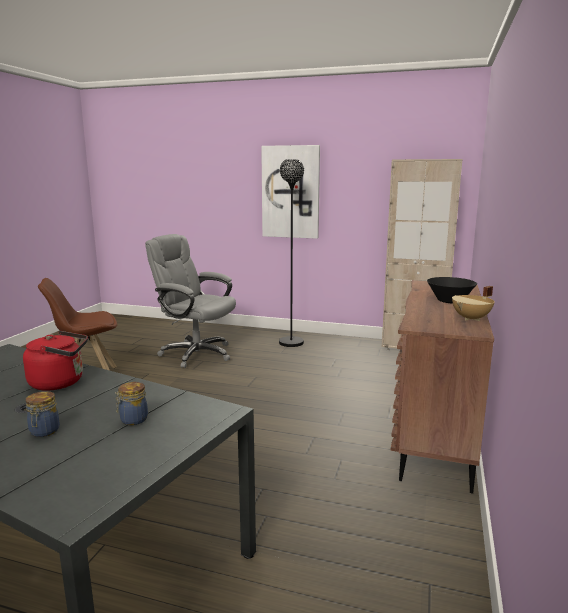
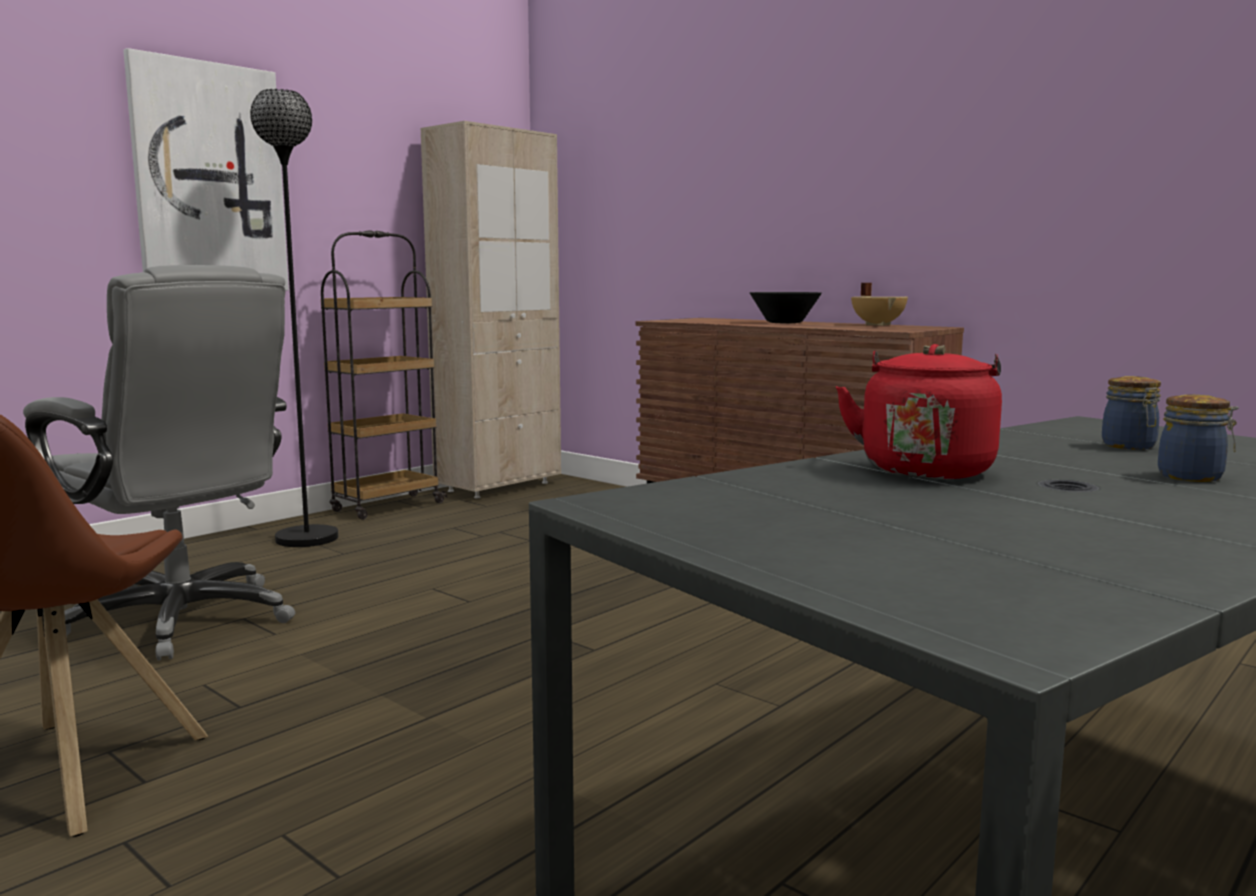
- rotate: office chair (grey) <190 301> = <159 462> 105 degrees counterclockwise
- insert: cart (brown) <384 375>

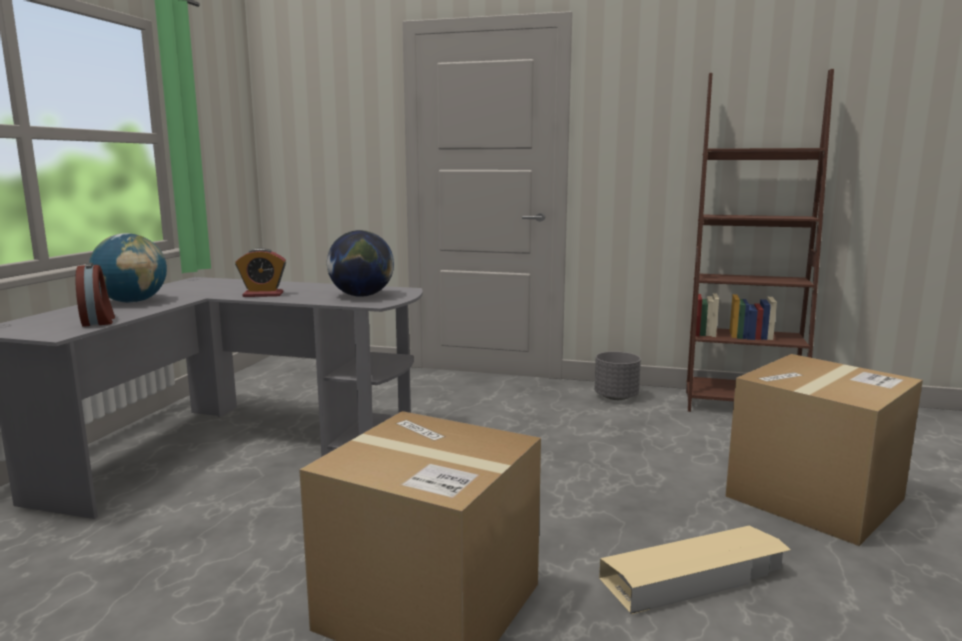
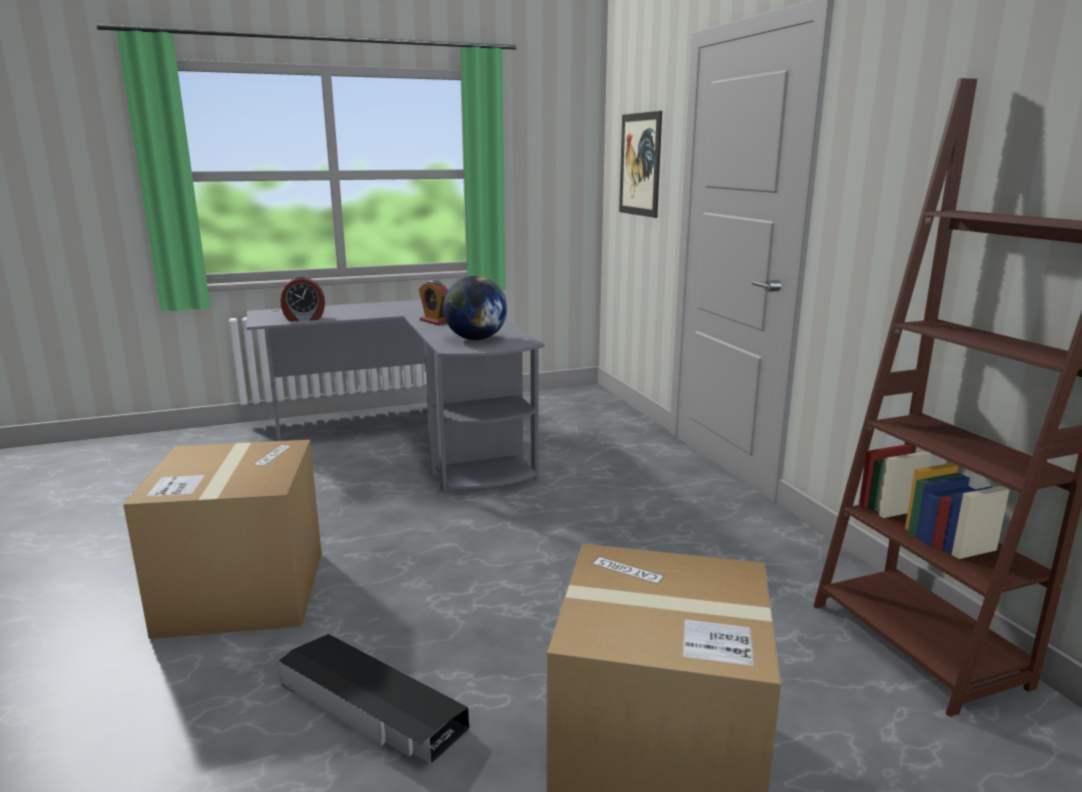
- rotate: alarm clock <95 294> = <302 298> 45 degrees clockwise
- delete: globe <128 268>
- delete: planter (grey) <617 375>
- recolor: storage box (beige) <695 570> to storage box (black) <373 699>
- insert: picture <640 164>

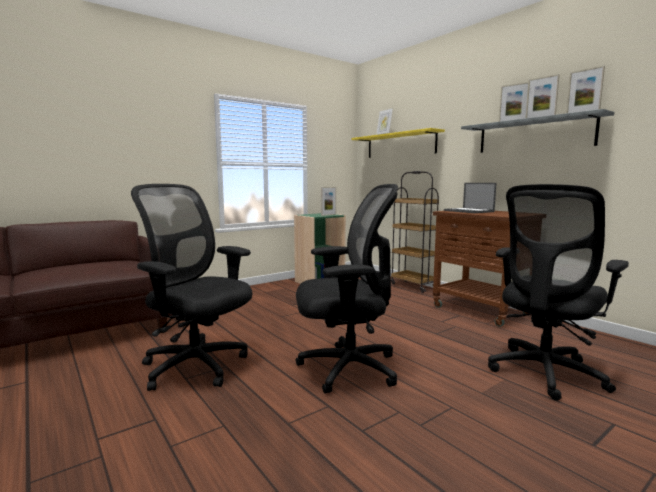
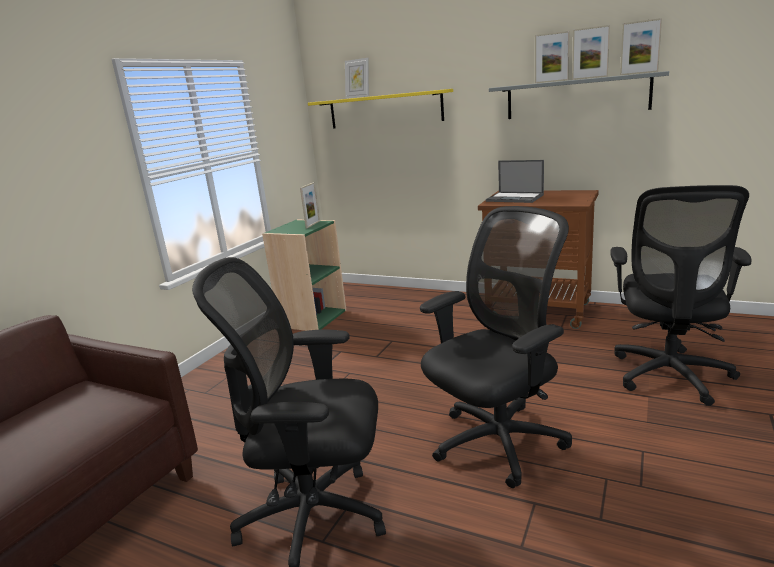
- delete: cart (brown) <415 232>

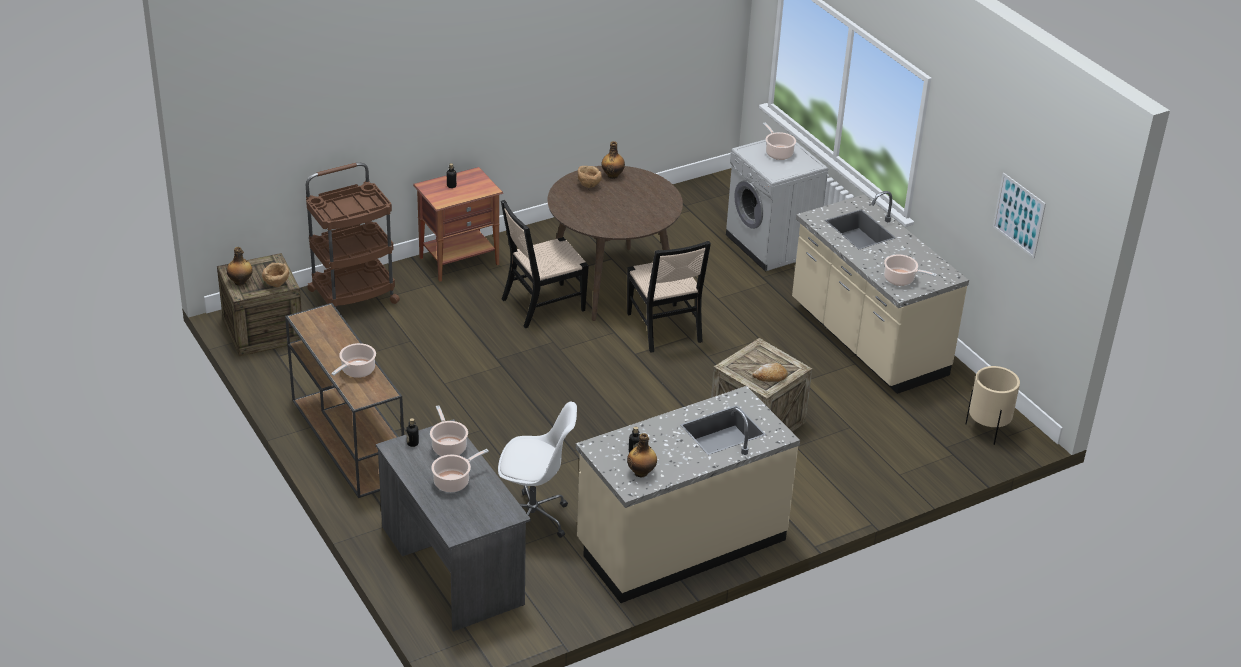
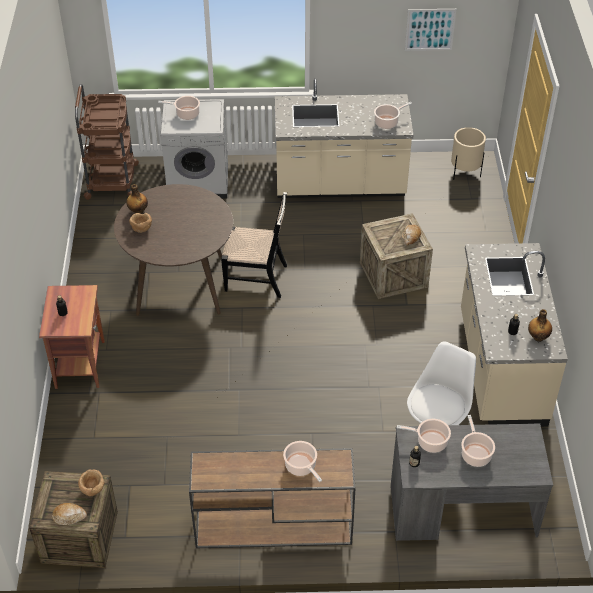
- replace: bottle <240 266> to bread <69 514>
- move: cart (brown) <353 235> to <107 142>
- delete: chair <545 264>

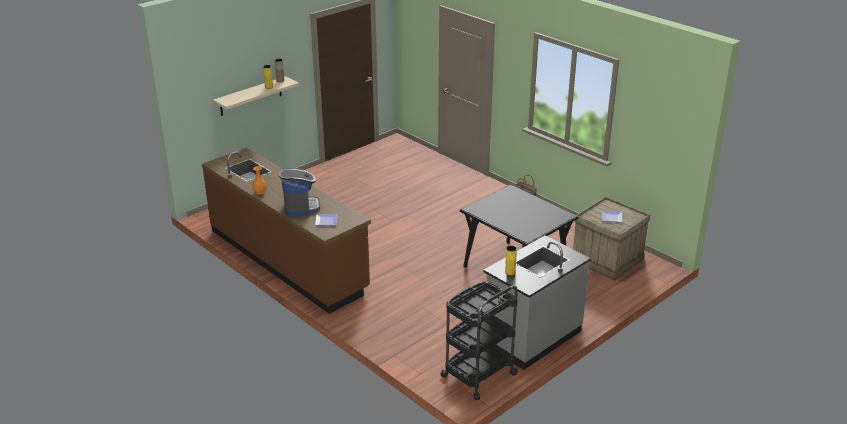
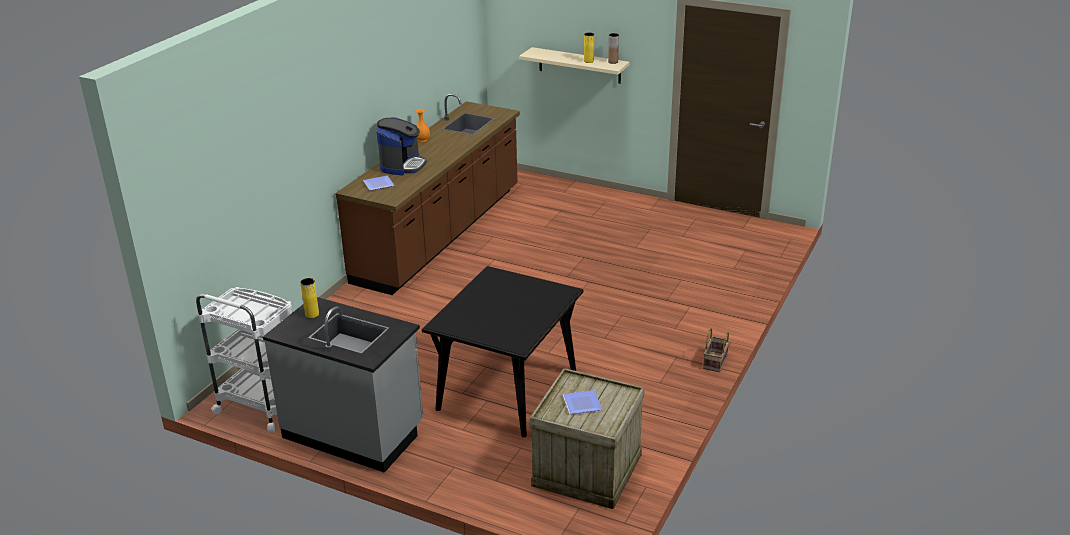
- rotate: coffee machine <299 192> = <401 146> 45 degrees counterclockwise
- recolor: cart (black) <479 340> to cart (white) <244 360>

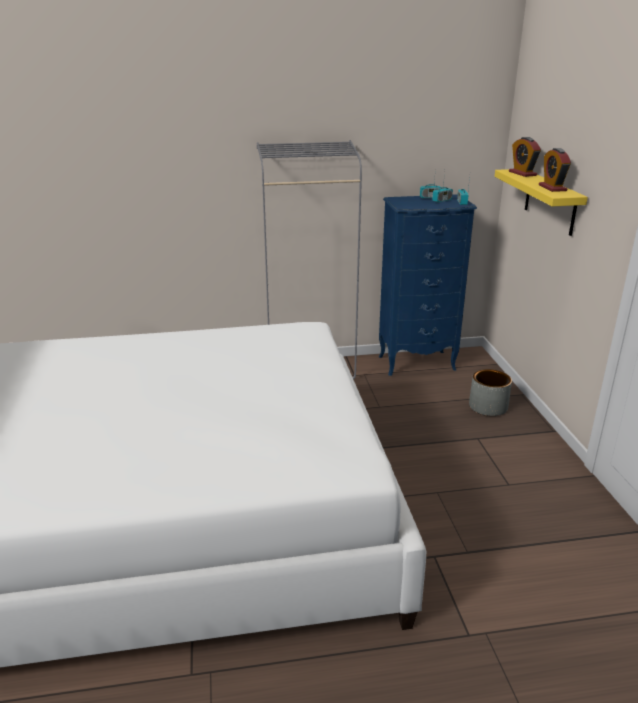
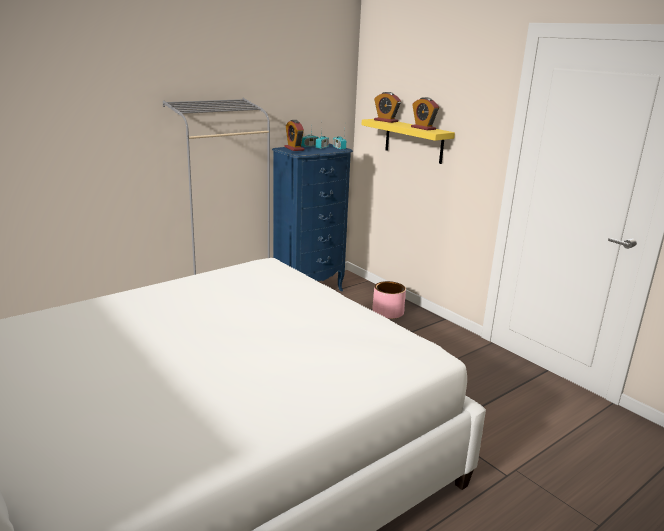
- recolor: planter (grey) <490 392> to planter (pink) <389 300>
- insert: alarm clock <294 135>

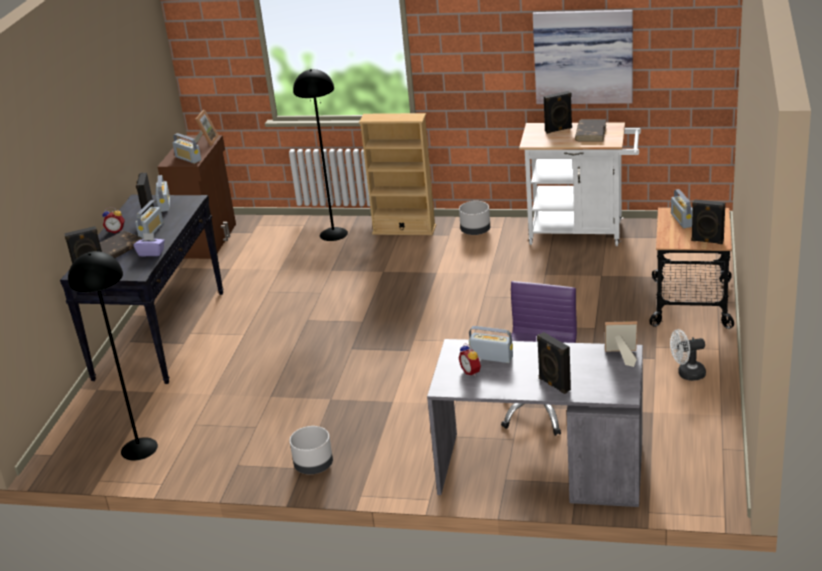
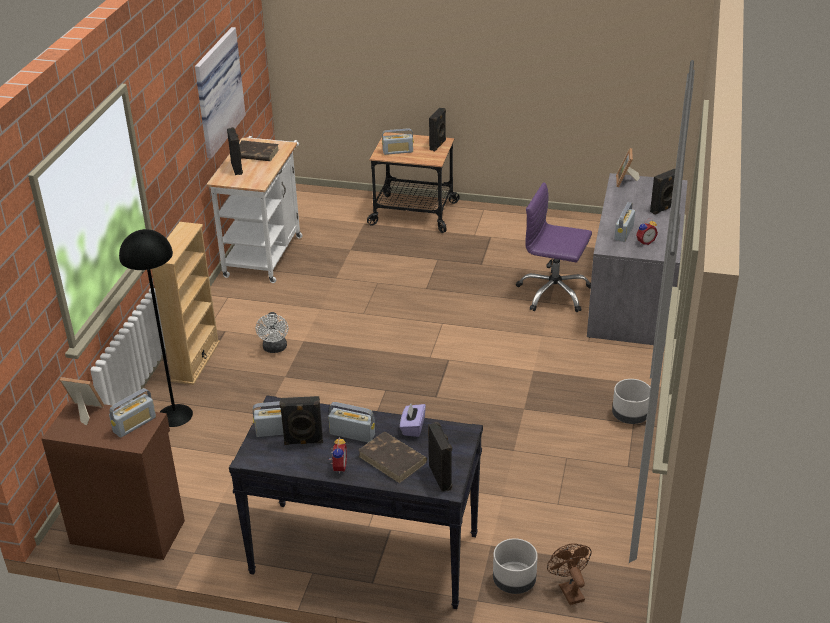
- delete: floor lamp (black) <113 355>
- move: planter (grey) <474 218> to <515 566>
- move: fan (white) <688 355> to <272 332>
- insert: fan (brown) <569 574>

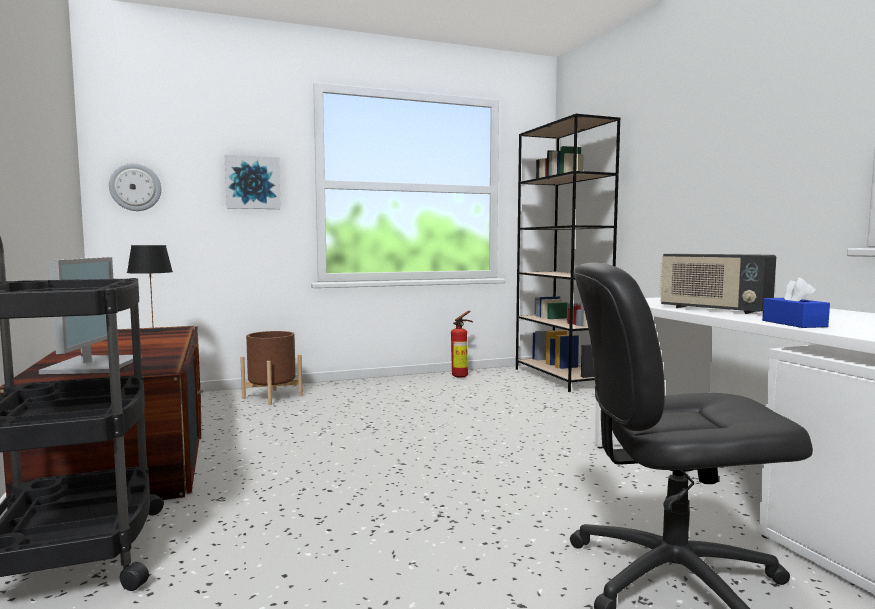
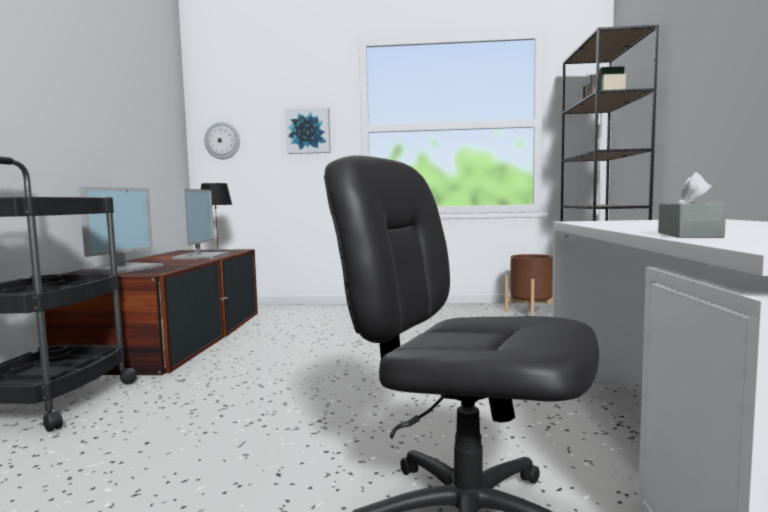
- move: planter (brown) <271 368> to <529 285>
- delete: fire extinguisher <462 344>
- delete: radio <717 283>
- recolor: tissue box (blue) <796 303> to tissue box (grey) <692 205>
- insert: monitor <201 223>

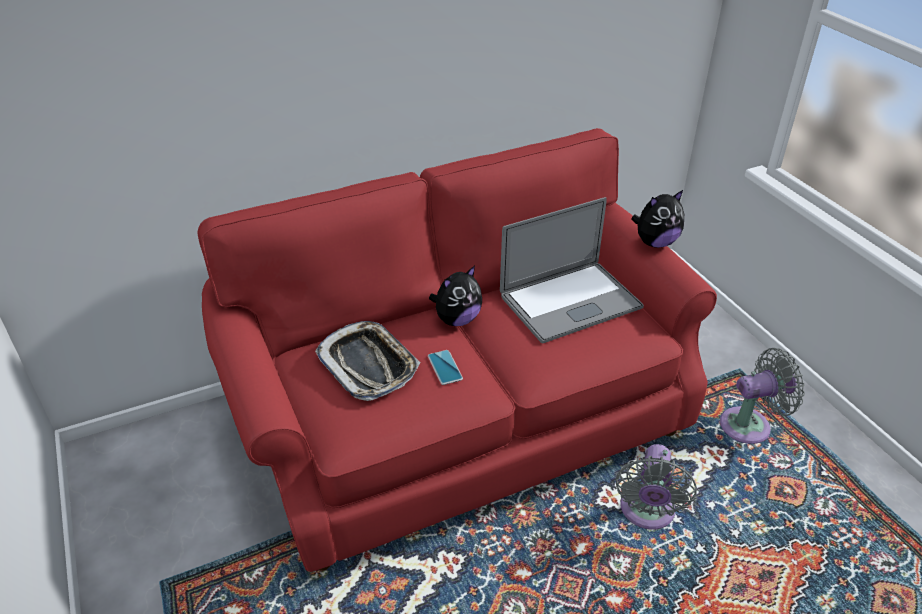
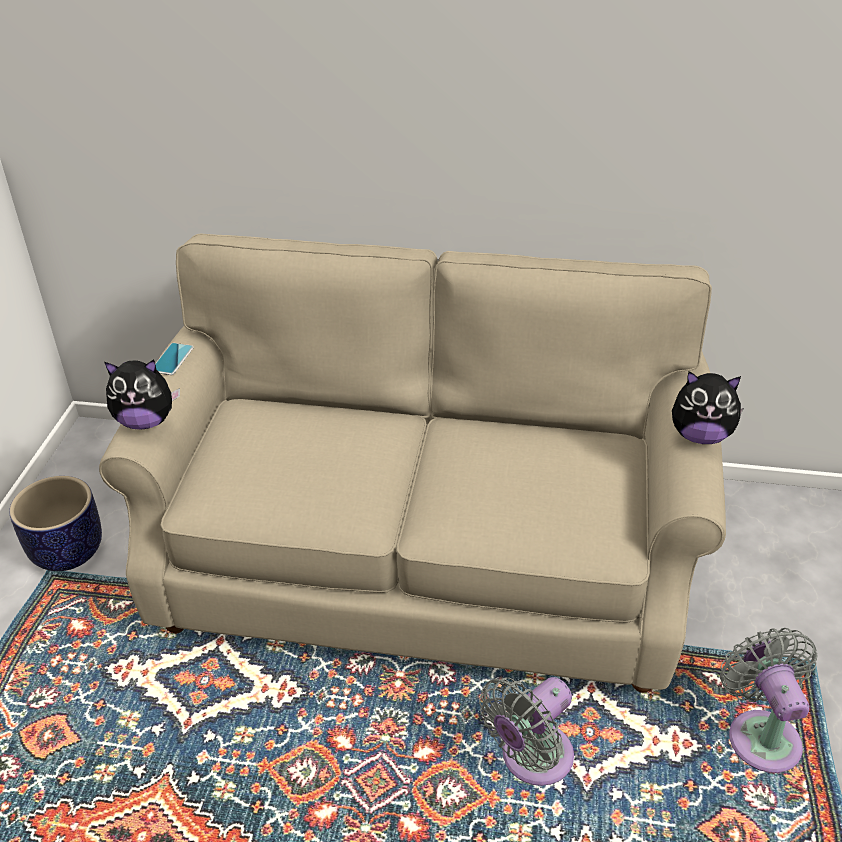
- recolor: sofa (red) <457 350> to sofa (beige) <412 463>
- delete: tray <368 361>
- move: phone <445 367> to <174 359>
- move: plush toy <455 296> to <142 394>
- delete: laptop <572 270>
- rotate: fan (grey) <762 396> = <769 700> 120 degrees counterclockwise
- insert: planter <55 523>

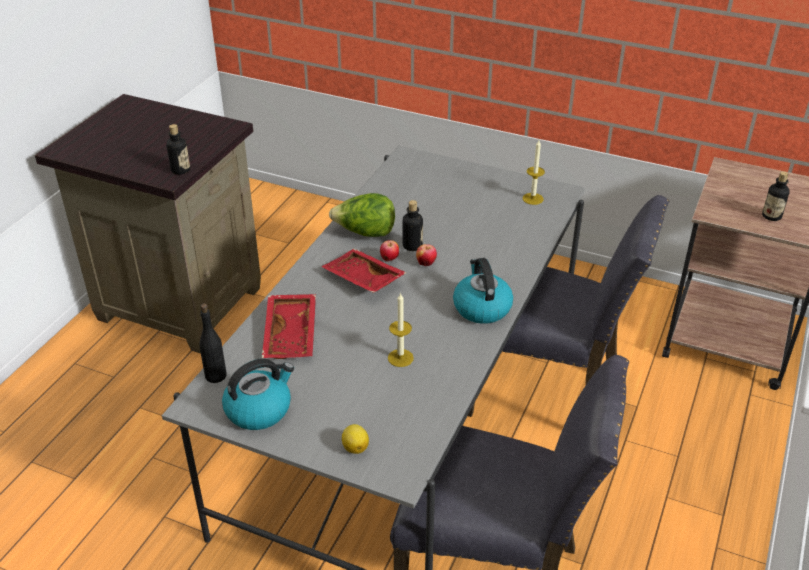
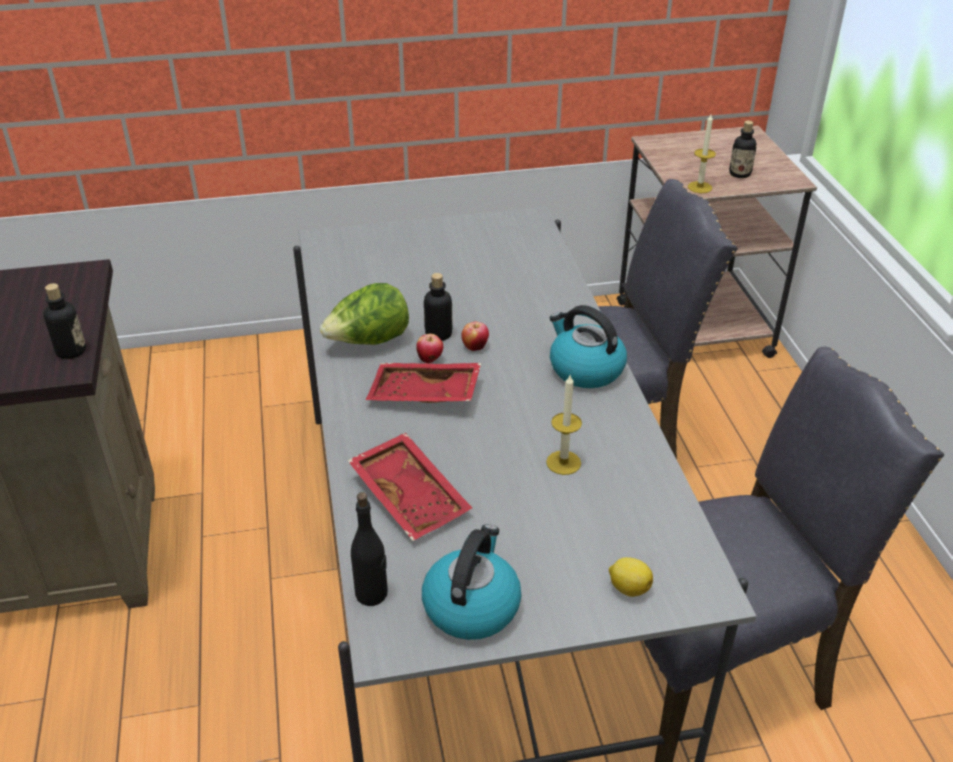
- move: candle <534 172> to <702 153>

